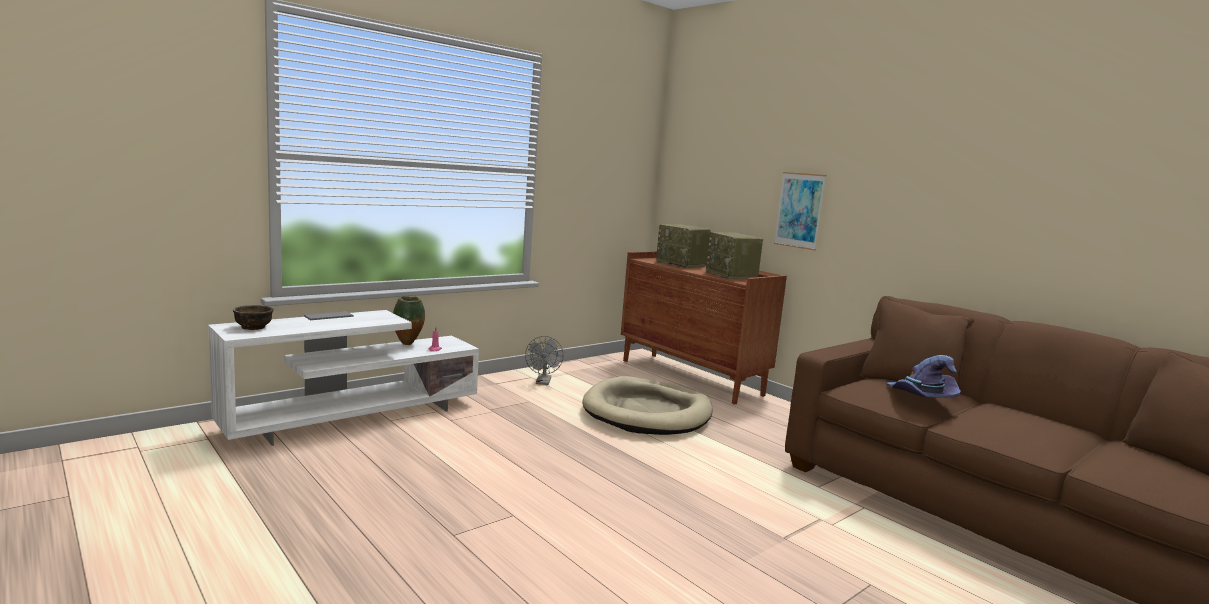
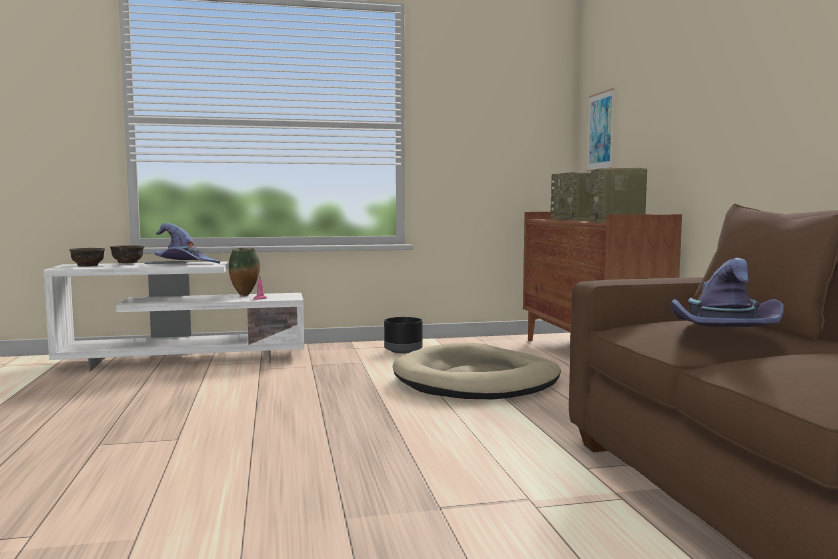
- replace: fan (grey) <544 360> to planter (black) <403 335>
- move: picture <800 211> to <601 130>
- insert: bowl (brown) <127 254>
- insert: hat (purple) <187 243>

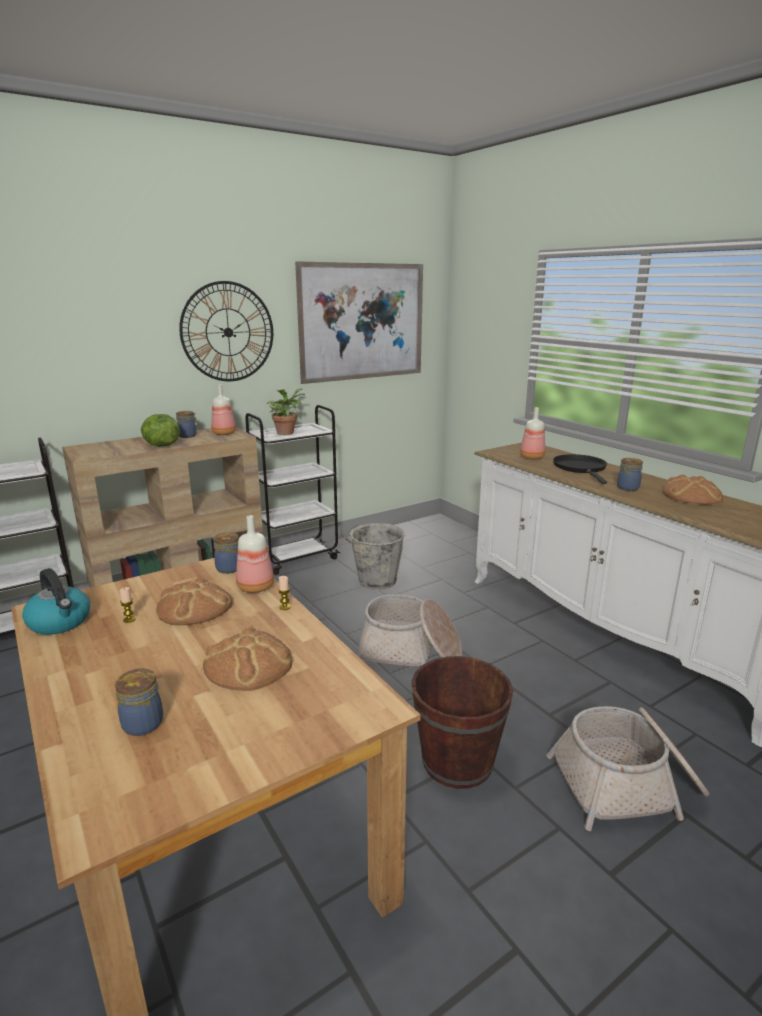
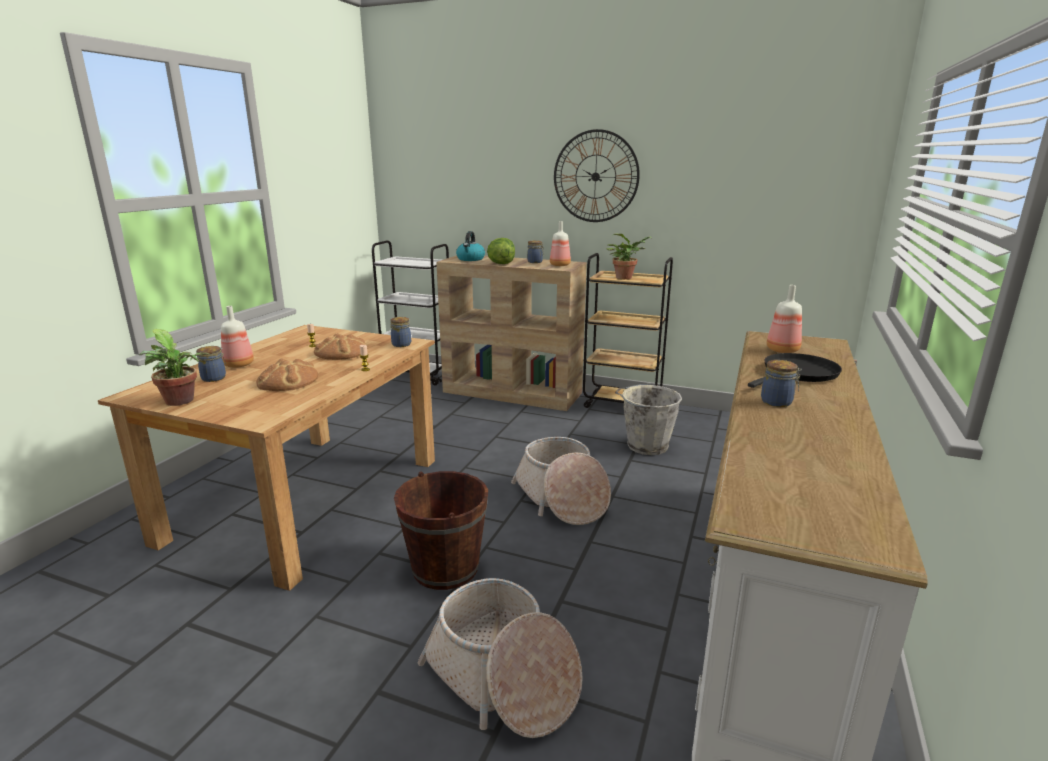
- move: kettle <56 601> to <470 246>
- move: bottle <255 554> to <237 337>
- recolor: cart (white) <292 490> to cart (brown) <628 330>
- delete: picture <359 322>
- delete: bread <693 489>
- insert: potted plant <174 367>

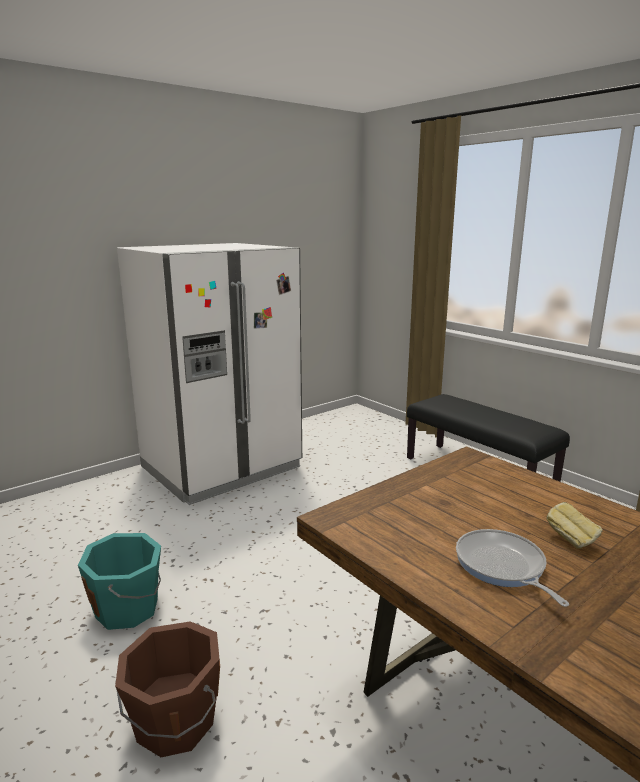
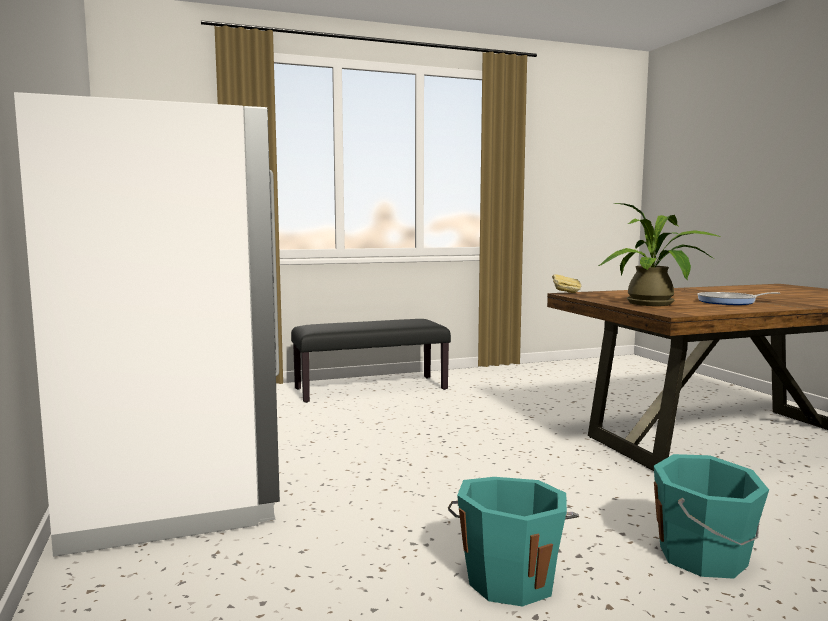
- recolor: bucket (brown) <167 689> to bucket (turquoise) <711 516>
- move: bread <574 525> to <566 283>
- insert: potted plant <659 254>

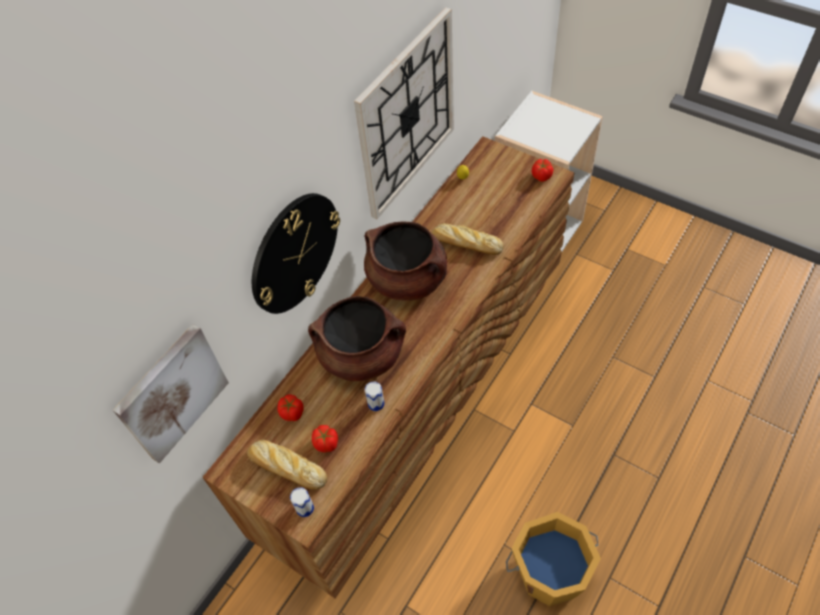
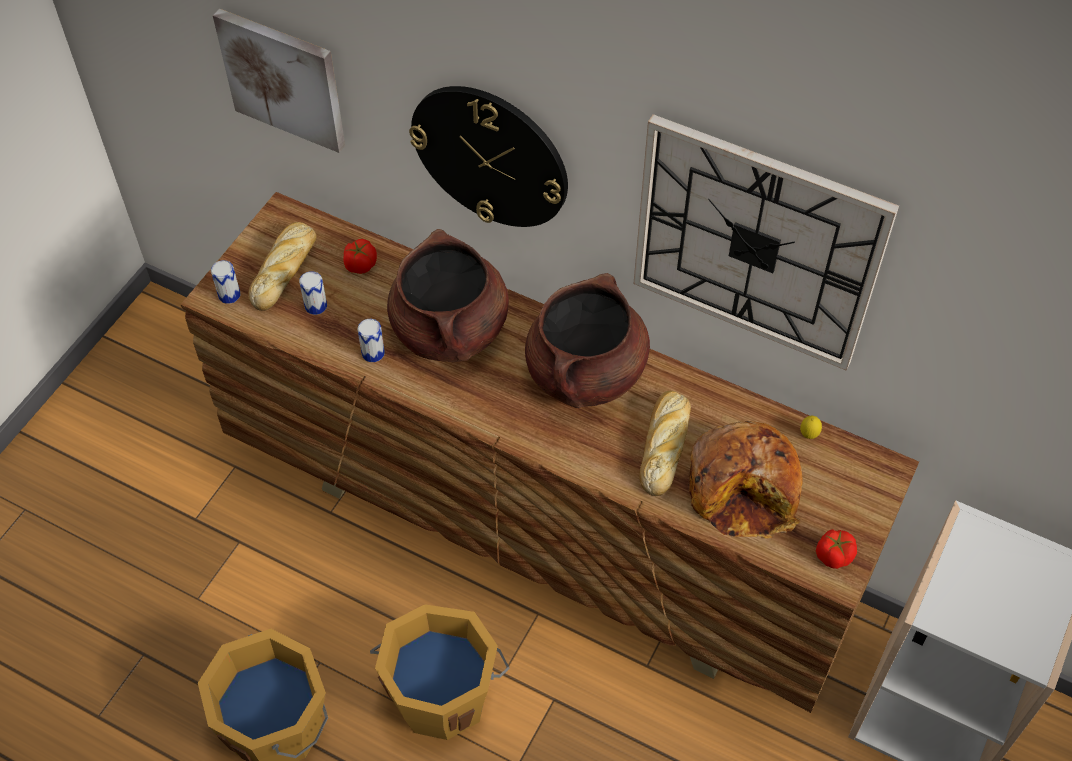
- replace: tomato <325 438> to can <313 293>
- insert: bucket (orange) <440 672>
- insert: bread <745 479>

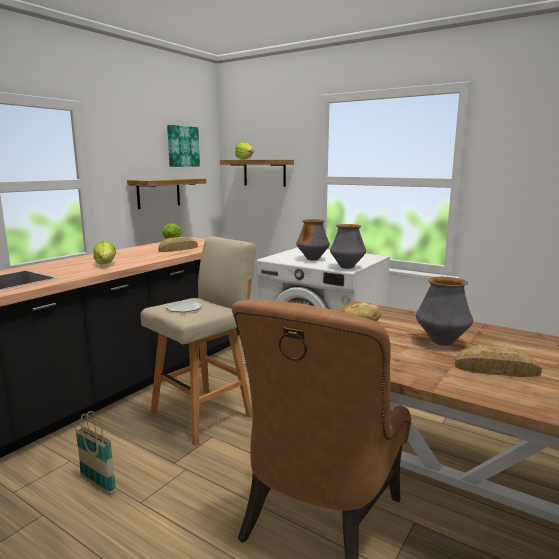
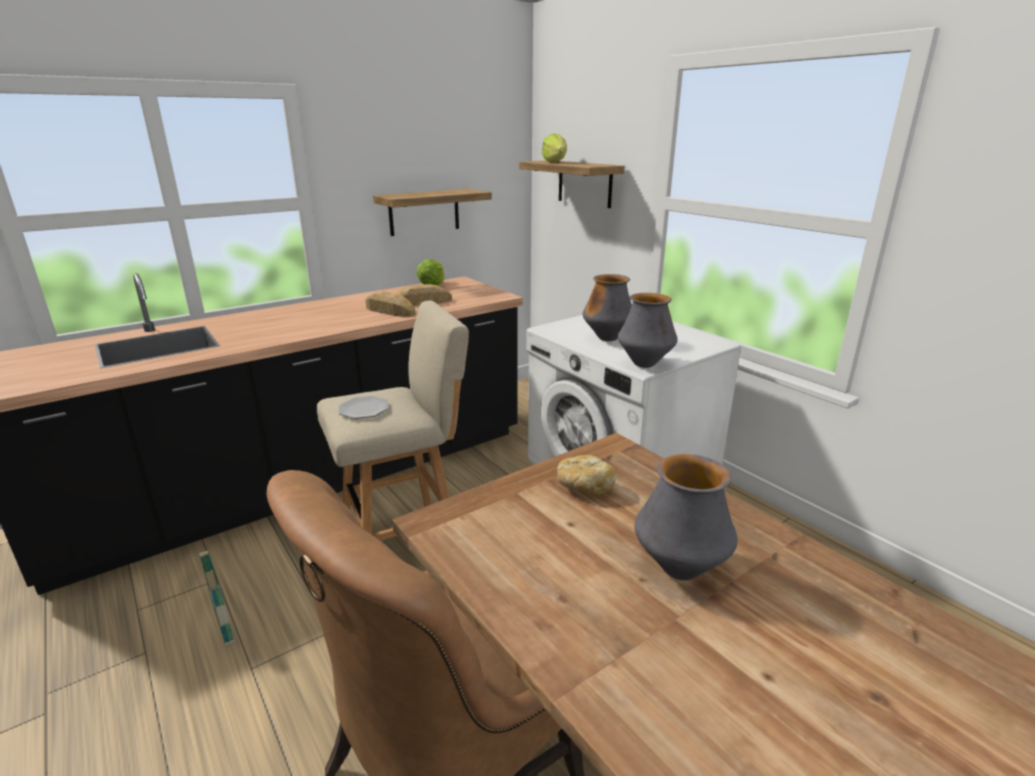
- delete: lettuce <105 253>
- delete: picture <183 146>
- move: bread <498 361> to <390 304>

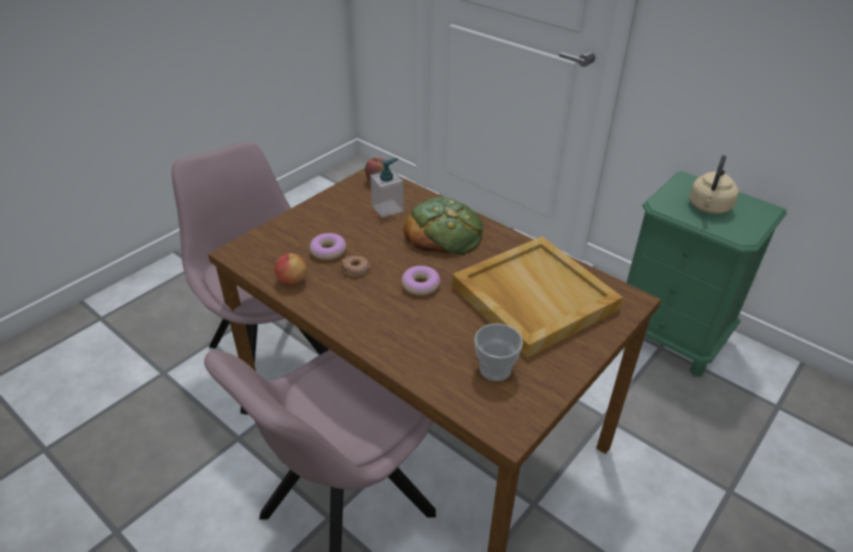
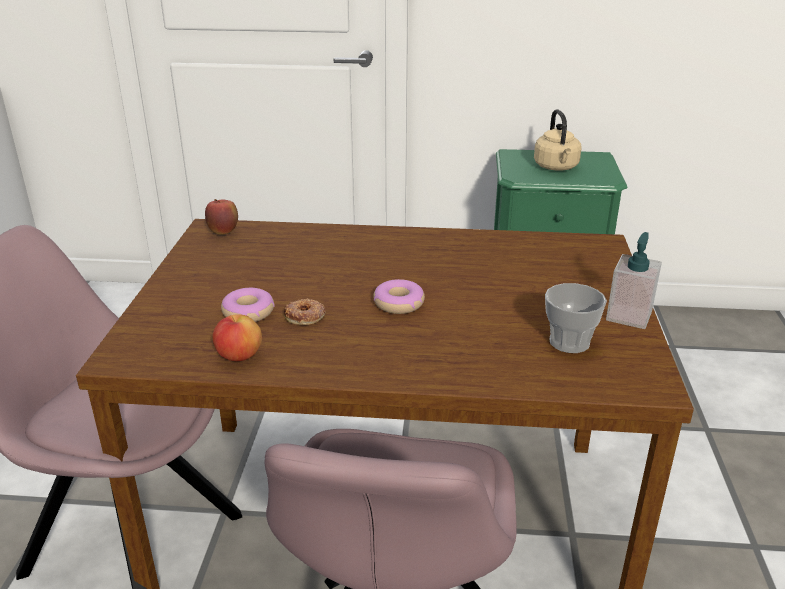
- move: soap dispenser <387 188> to <634 280>
- delete: bread <443 226>
- delete: tray (beige) <537 297>

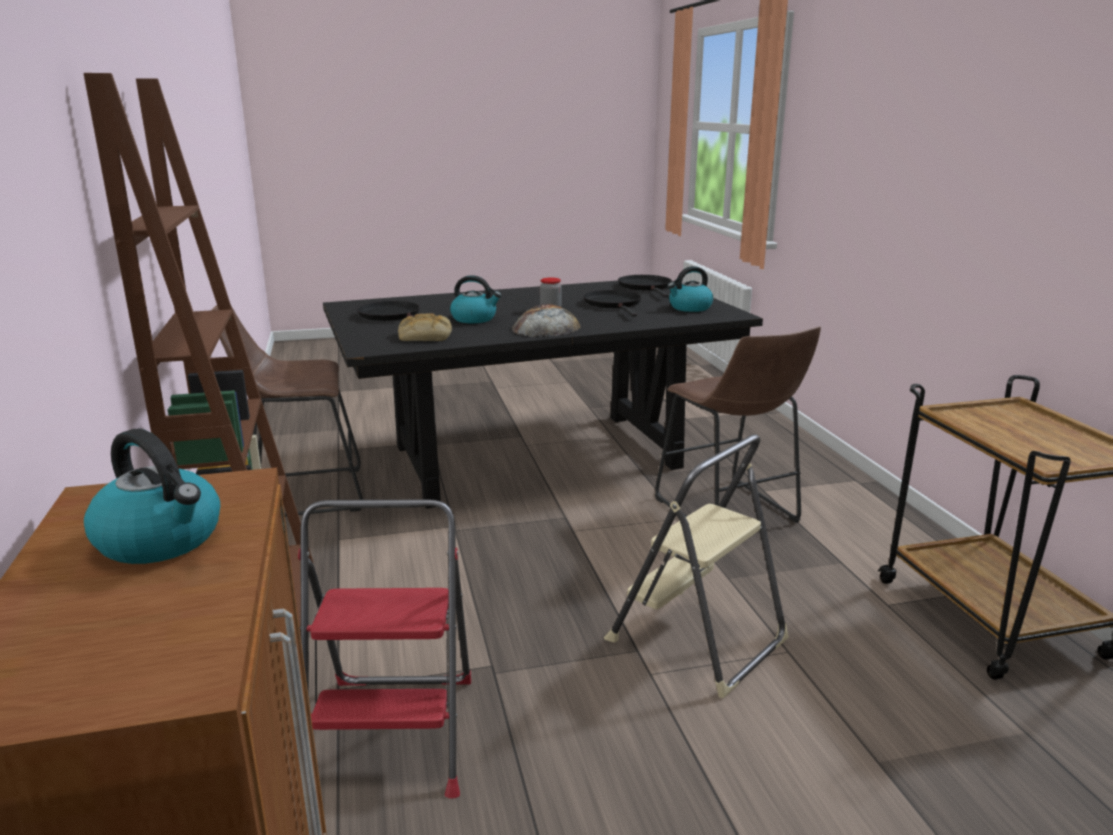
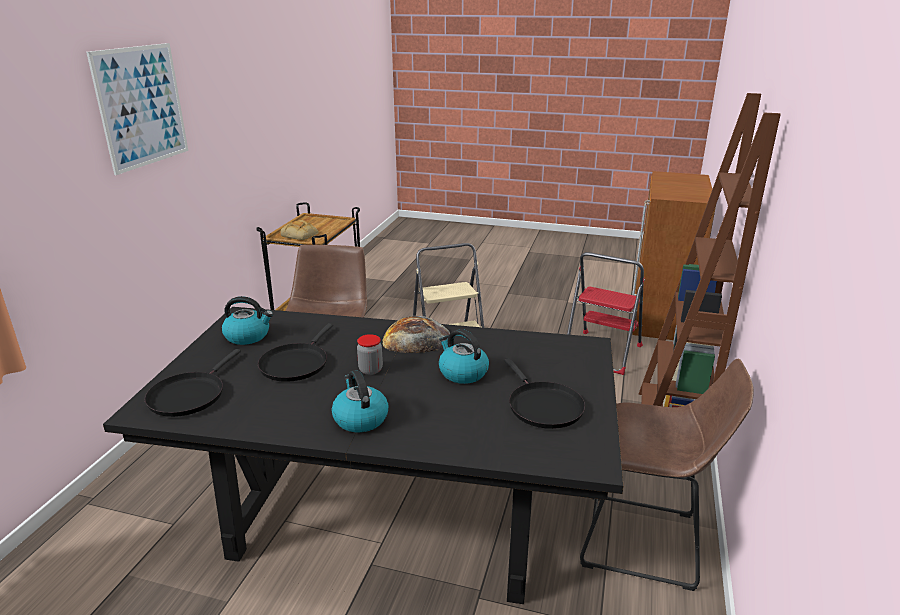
- move: kettle <152 496> to <360 401>
- move: bread <425 327> to <299 230>
- insert: picture <137 109>

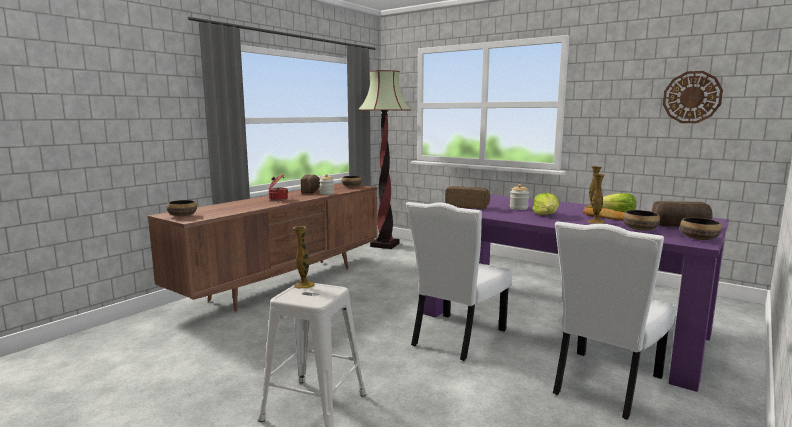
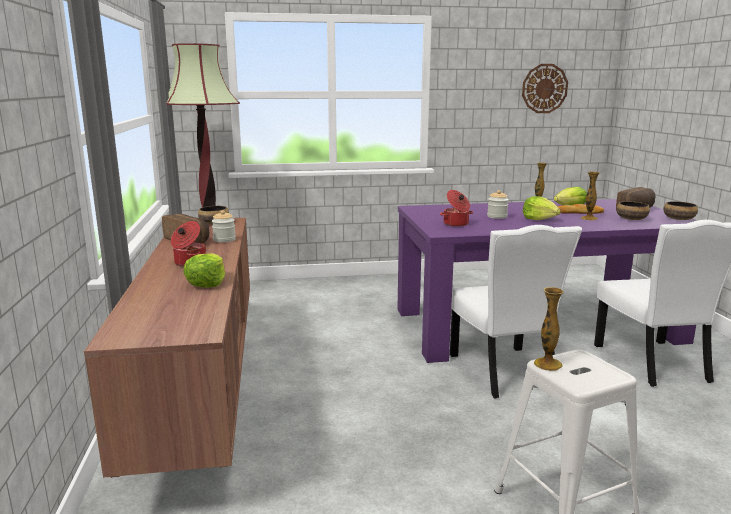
- delete: bowl <182 208>
- replace: bread <467 197> to cooking pot <456 208>
- insert: lettuce <204 270>

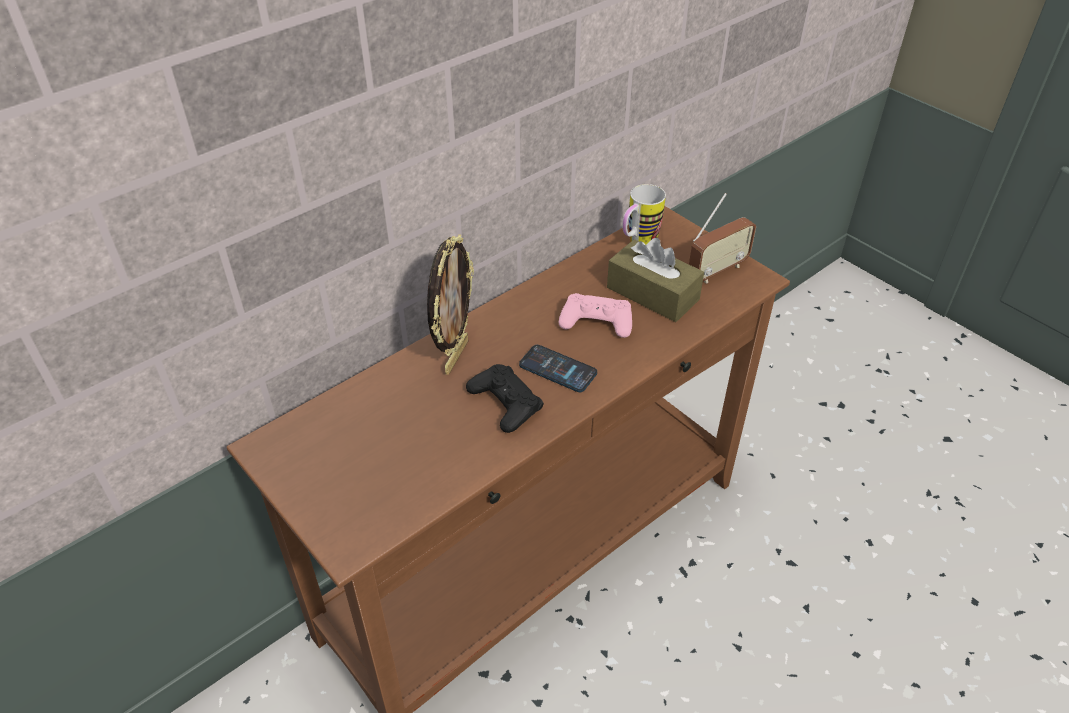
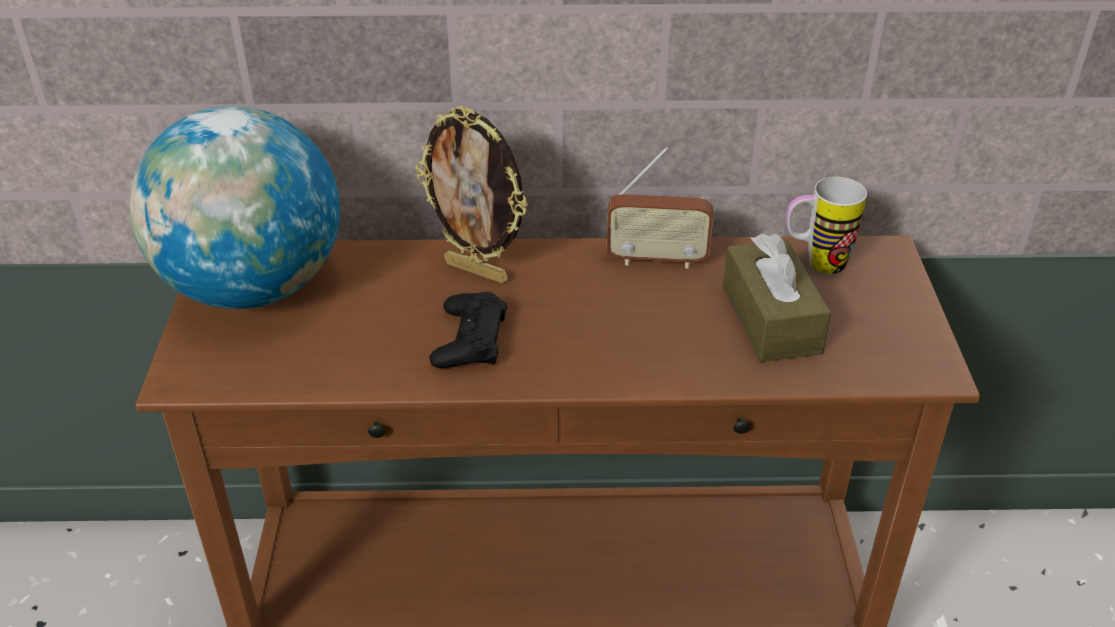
- rotate: picture frame <450 304> = <471 194> 60 degrees clockwise
- delete: phone <558 368>
- delete: game controller (pink) <595 315>
- move: radio <722 238> to <660 208>
- insert: globe <235 207>

